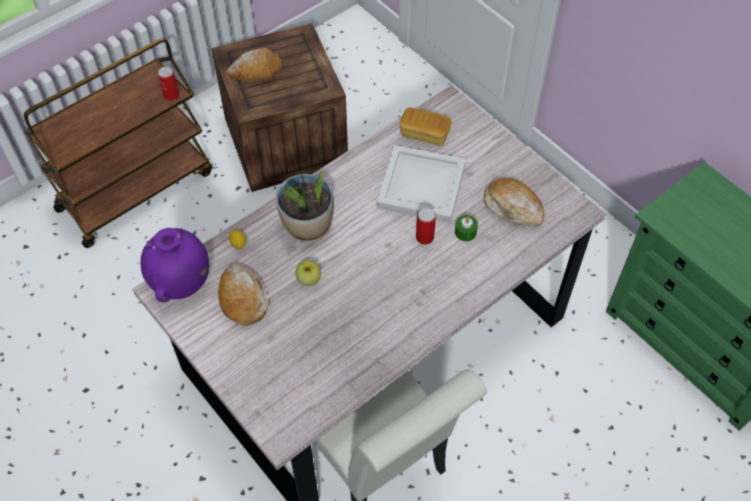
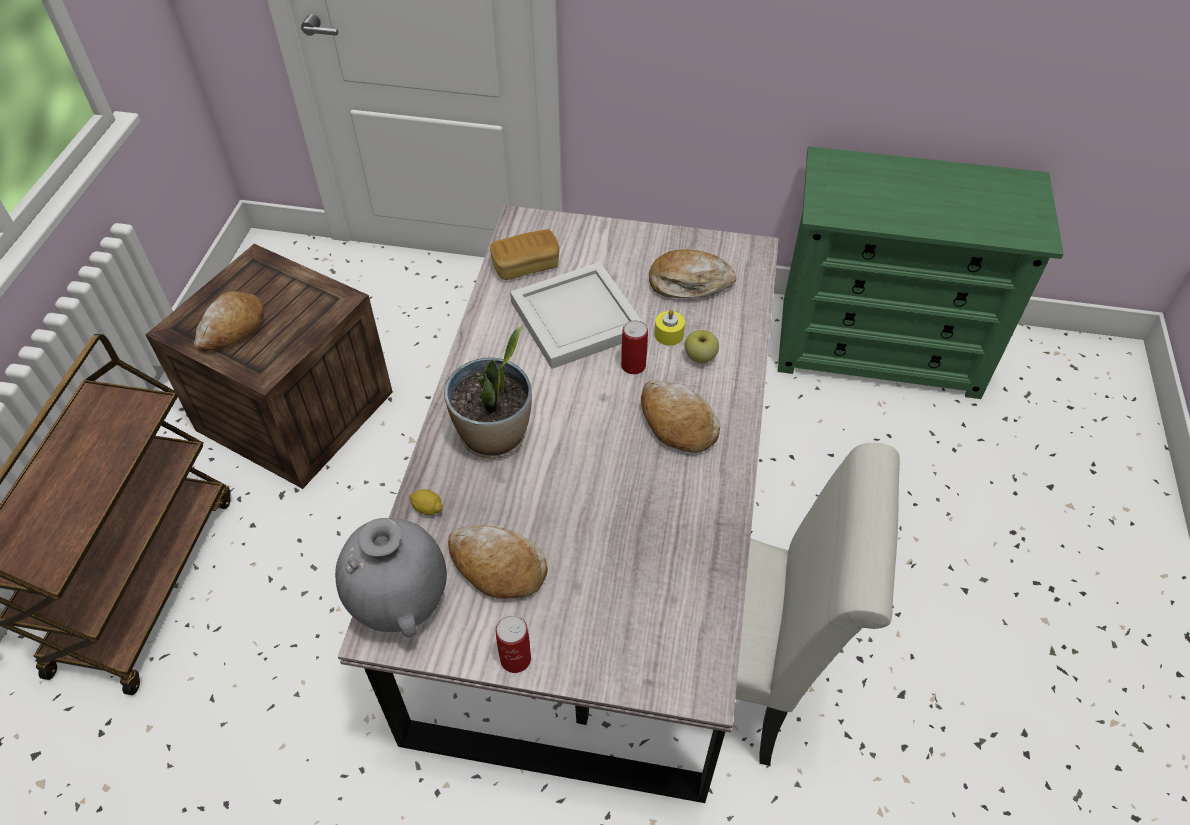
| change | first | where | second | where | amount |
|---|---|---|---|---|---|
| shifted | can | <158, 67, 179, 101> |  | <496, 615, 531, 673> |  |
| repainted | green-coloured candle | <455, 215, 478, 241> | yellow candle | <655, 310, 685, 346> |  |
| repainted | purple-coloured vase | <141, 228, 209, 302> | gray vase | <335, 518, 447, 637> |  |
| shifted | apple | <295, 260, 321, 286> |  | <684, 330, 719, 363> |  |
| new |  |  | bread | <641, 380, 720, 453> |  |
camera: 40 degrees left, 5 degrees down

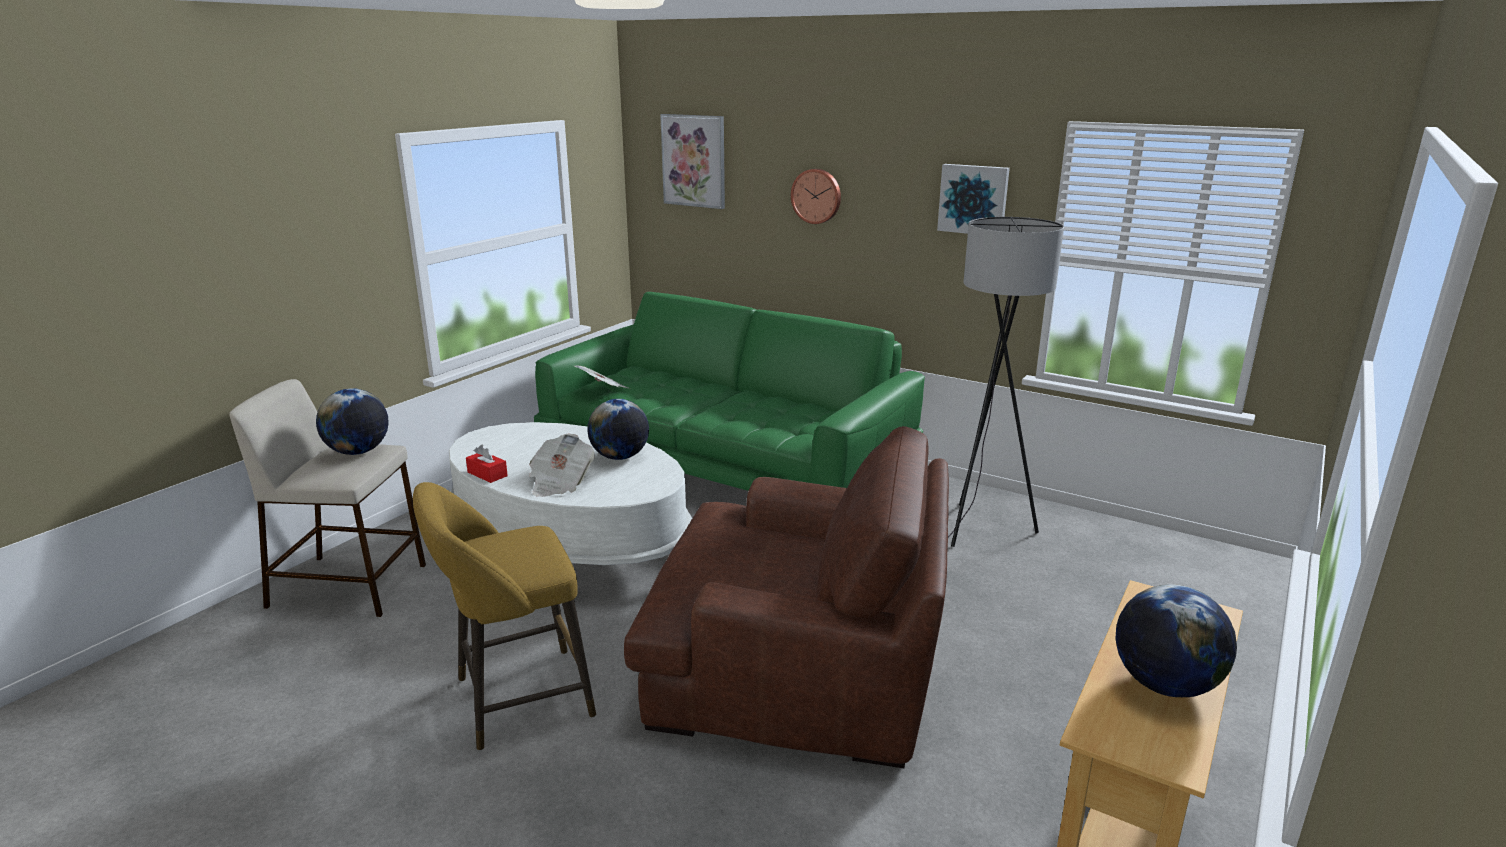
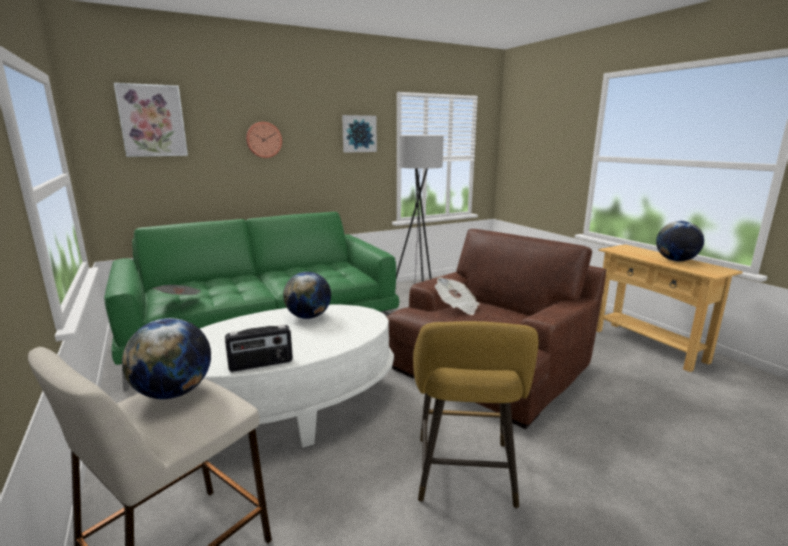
| change | first | where | second | where | amount |
|---|---|---|---|---|---|
| shifted | printed paper | <529, 434, 595, 497> |  | <435, 277, 480, 315> |  |
| swapped | reddish tissue box | <466, 444, 508, 483> | radio receiver | <225, 325, 293, 372> |  |
camera: 60 degrees left, 5 degrees down

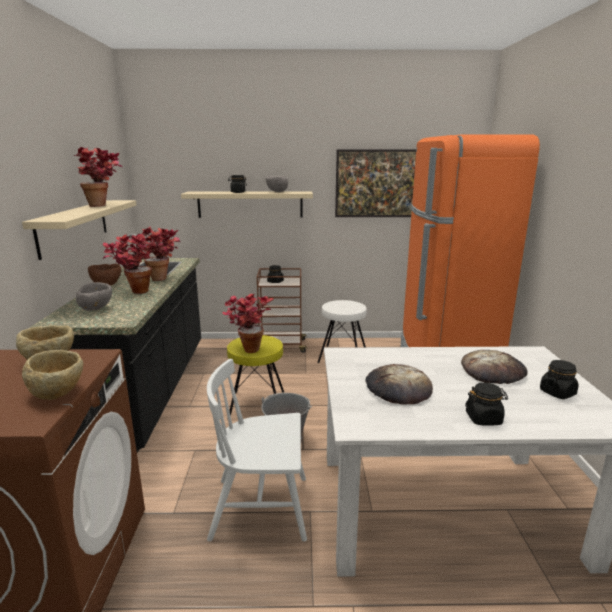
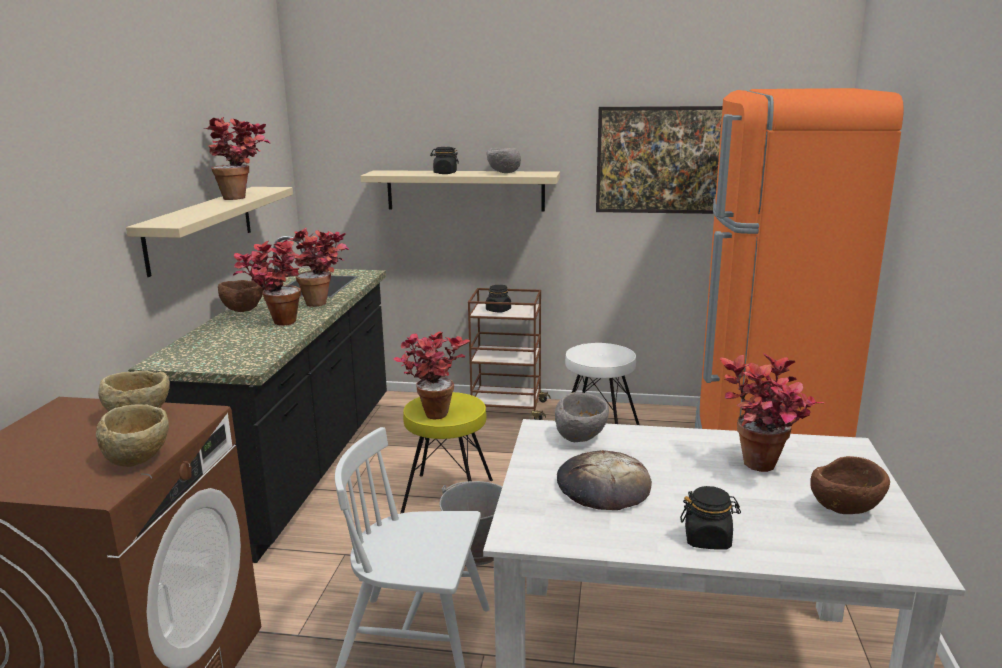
| change | first | where | second | where | amount |
|---|---|---|---|---|---|
| shifted | gray serving bowl | <76, 282, 112, 311> |  | <555, 392, 609, 442> |  |
| swapped | bread | <461, 350, 528, 384> | houseplant | <720, 353, 824, 472> |  |
| swapped | black-coloured storage jar | <540, 360, 579, 399> | brownish serving bowl | <810, 456, 890, 514> |  |
camera: 10 degrees right, 0 degrees up

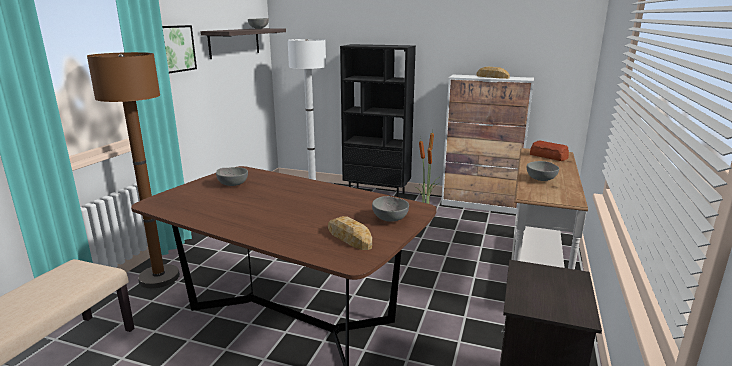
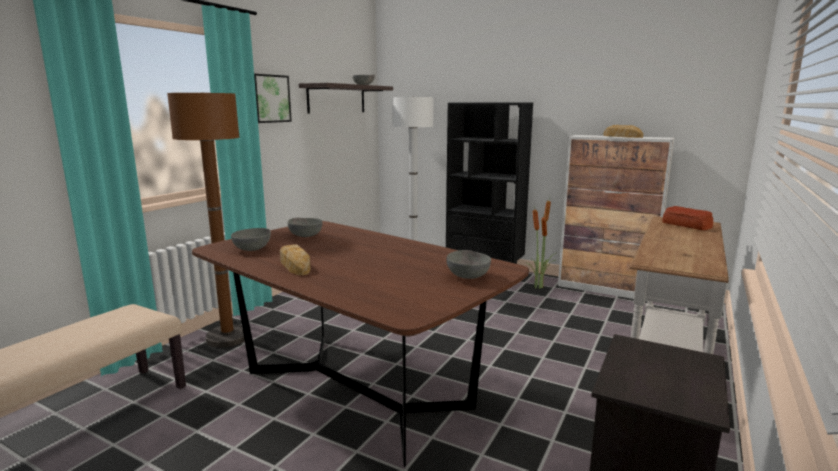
| change | first | where | second | where | amount |
|---|---|---|---|---|---|
| shifted | gray serving bowl | <527, 161, 559, 181> |  | <231, 228, 271, 251> |  |
| shifted | bread | <328, 216, 372, 250> |  | <280, 244, 311, 275> |  |
camera: 10 degrees right, 5 degrees down

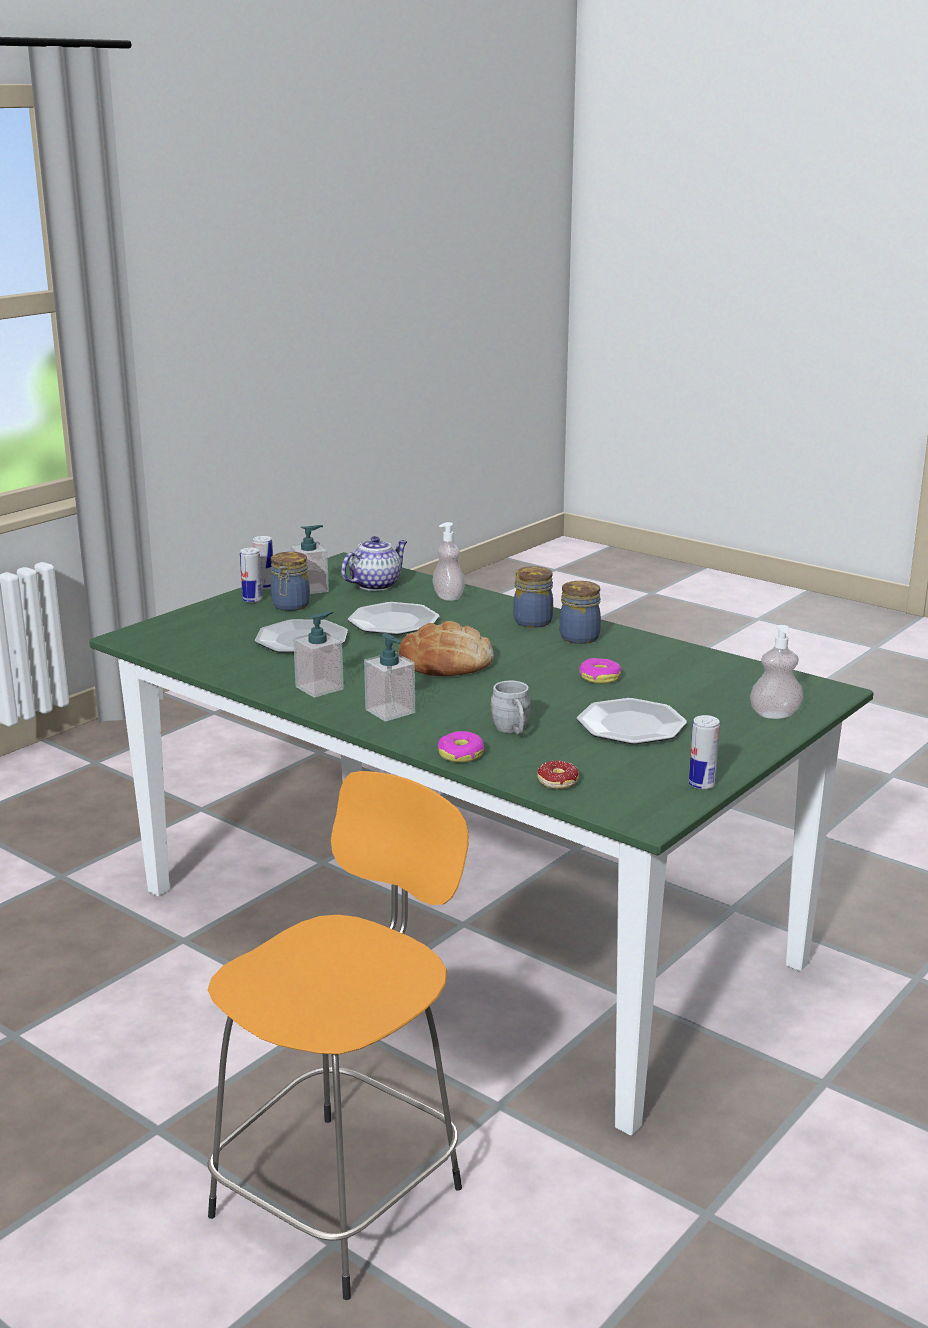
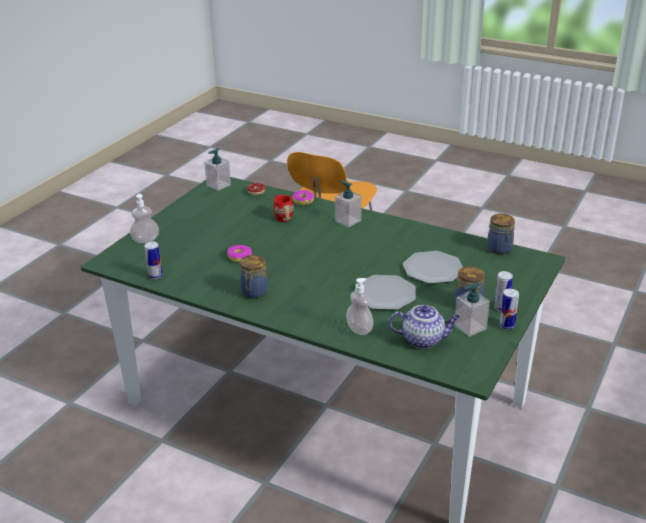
| change | first | where | second | where | amount |
|---|---|---|---|---|---|
| rotated | teapot | <341, 536, 407, 591> |  | <389, 305, 460, 348> | 120 degrees counterclockwise |
| shifted | storage jar | <513, 566, 553, 628> |  | <487, 214, 515, 254> |  |
| shifted | soap bottle | <293, 611, 344, 698> |  | <204, 148, 231, 191> |  |
| gone | bread | <399, 621, 494, 676> |  |  |  |
| repainted | gray coffee mug | <491, 681, 531, 734> | reddish coffee mug | <274, 194, 294, 222> |  |
| gone | flat dish | <577, 698, 687, 744> |  |  |  |
| shifted | can | <689, 715, 720, 789> |  | <145, 241, 163, 279> |  |
camera: 170 degrees right, 10 degrees up

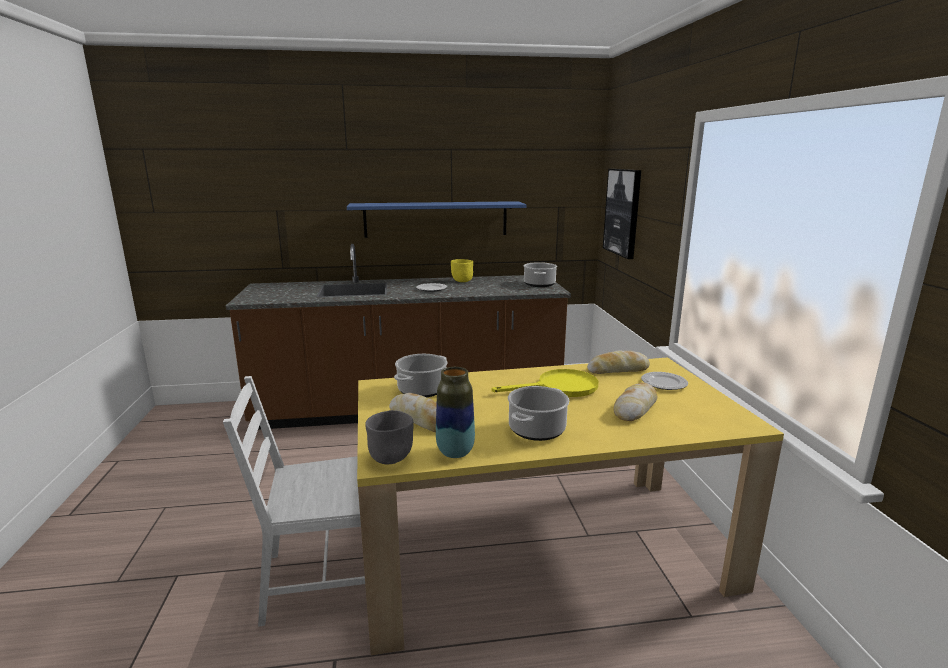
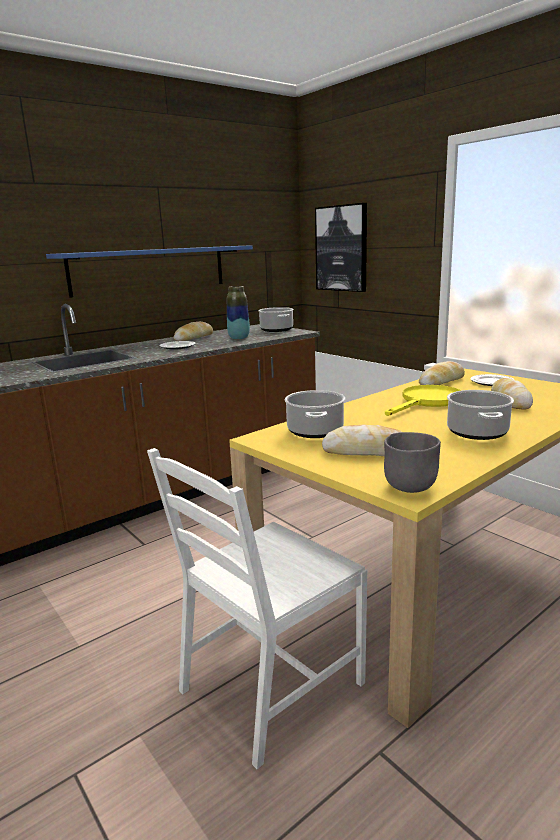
| change | first | where | second | where | amount |
|---|---|---|---|---|---|
| swapped | yellow serving bowl | <451, 259, 473, 282> | bread | <173, 322, 213, 341> |  |
| shifted | vase | <436, 367, 475, 458> |  | <227, 286, 250, 340> |  |
camera: 30 degrees left, 0 degrees up

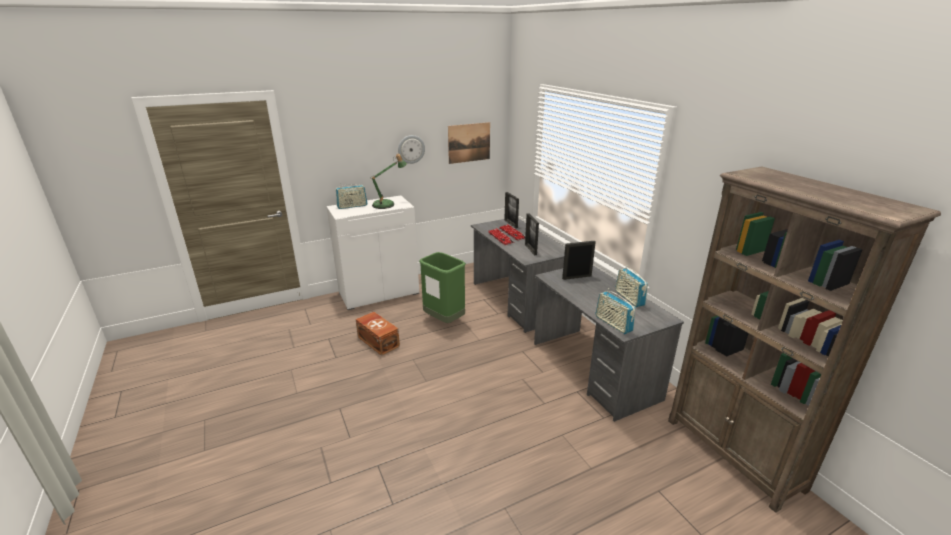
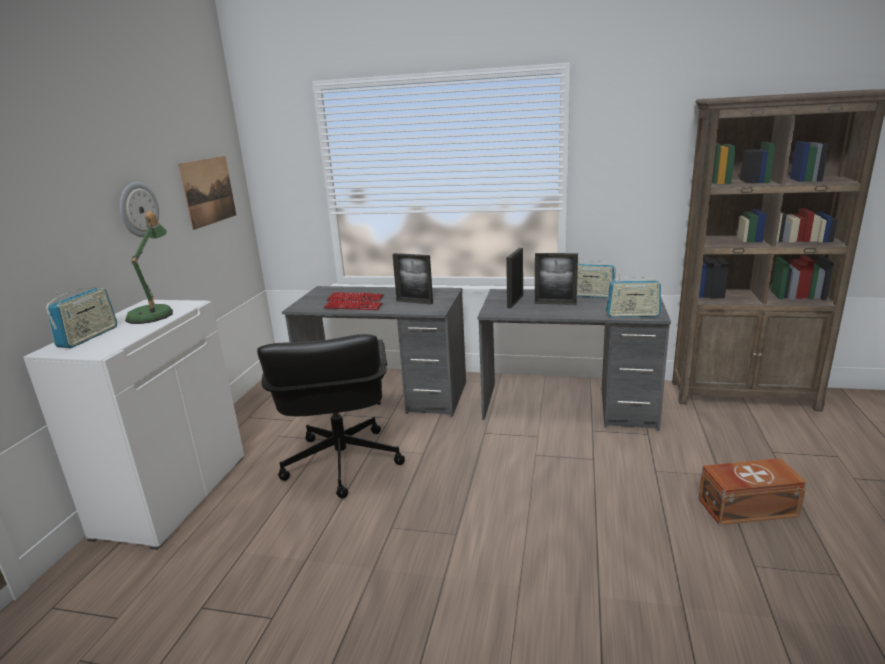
| change | first | where | second | where | amount |
|---|---|---|---|---|---|
| shifted | picture frame | <504, 192, 519, 228> |  | <535, 253, 578, 305> |  |
| swapped | green-coloured waste bin | <419, 252, 466, 323> | black-coloured desk chair | <257, 334, 405, 498> |  |
| shifted | brownish storage bin | <356, 312, 400, 356> |  | <698, 458, 807, 525> |  |
camera: 50 degrees left, 5 degrees down

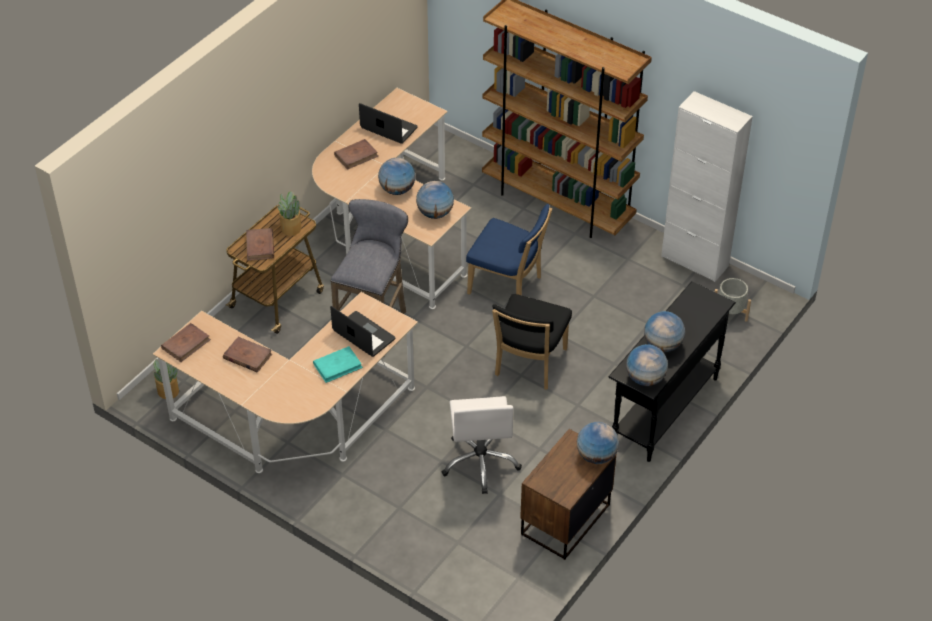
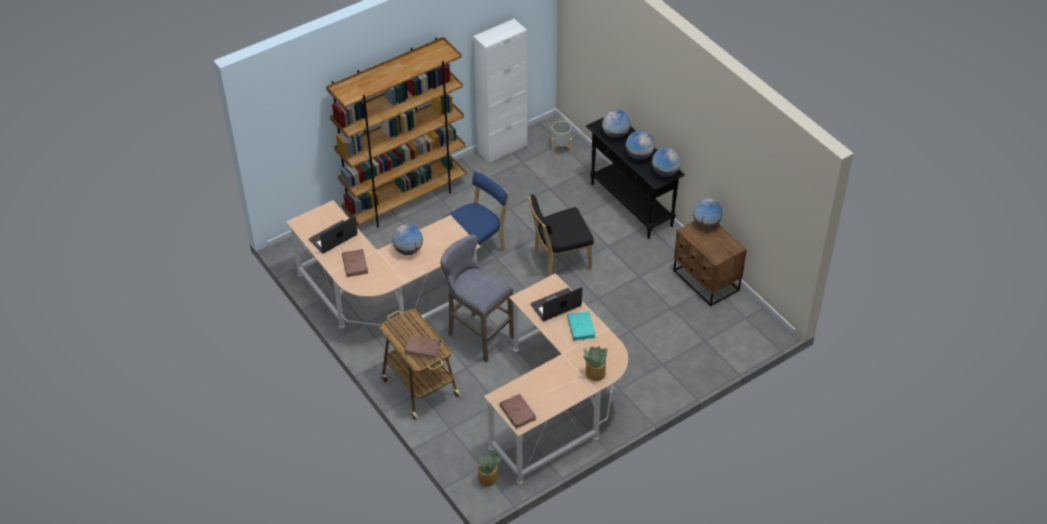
| change | first | where | second | where | amount |
|---|---|---|---|---|---|
| shifted | world globe | <416, 181, 454, 219> |  | <602, 110, 631, 138> |  |
| shifted | houseplant | <277, 191, 301, 236> |  | <583, 346, 608, 381> |  |
| rotated | black-coloured upright chair | <492, 294, 572, 390> |  | <528, 194, 594, 277> | 120 degrees clockwise |
| gone | brownish volume | <223, 337, 272, 373> |  |  |  |
| gone | white-coloured desk chair | <442, 396, 522, 494> |  |  |  |
camera: 70 degrees left, 0 degrees up

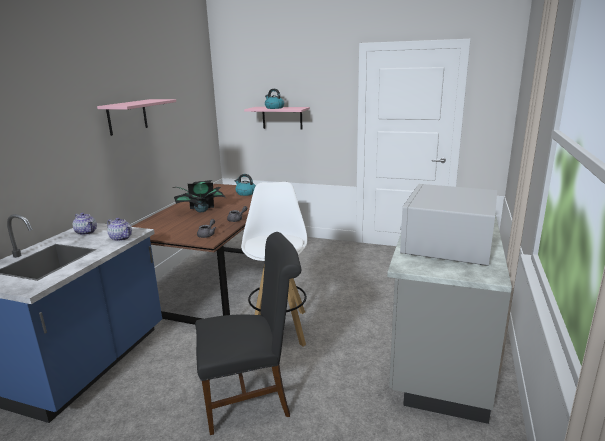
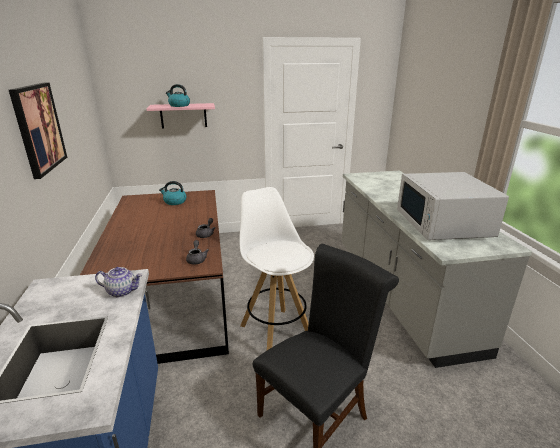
| change | first | where | second | where | amount |
|---|---|---|---|---|---|
| swapped | pink-coloured bracket shelf | <97, 99, 176, 136> | picture | <9, 83, 67, 179> |  |
| gone | houseplant | <172, 180, 226, 212> |  |  |  |
| gone | teapot | <73, 213, 97, 235> |  |  |  |
camera: 30 degrees left, 5 degrees up

